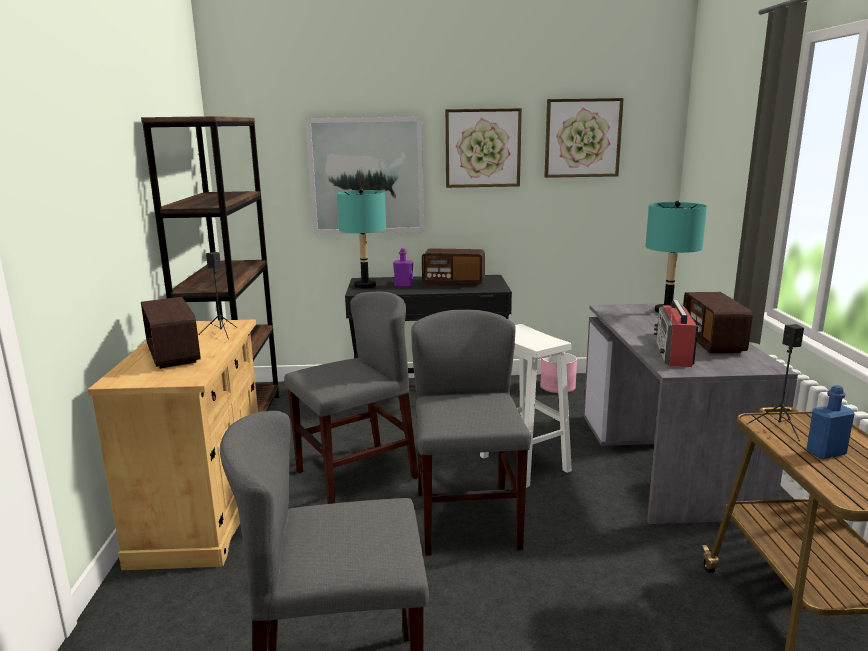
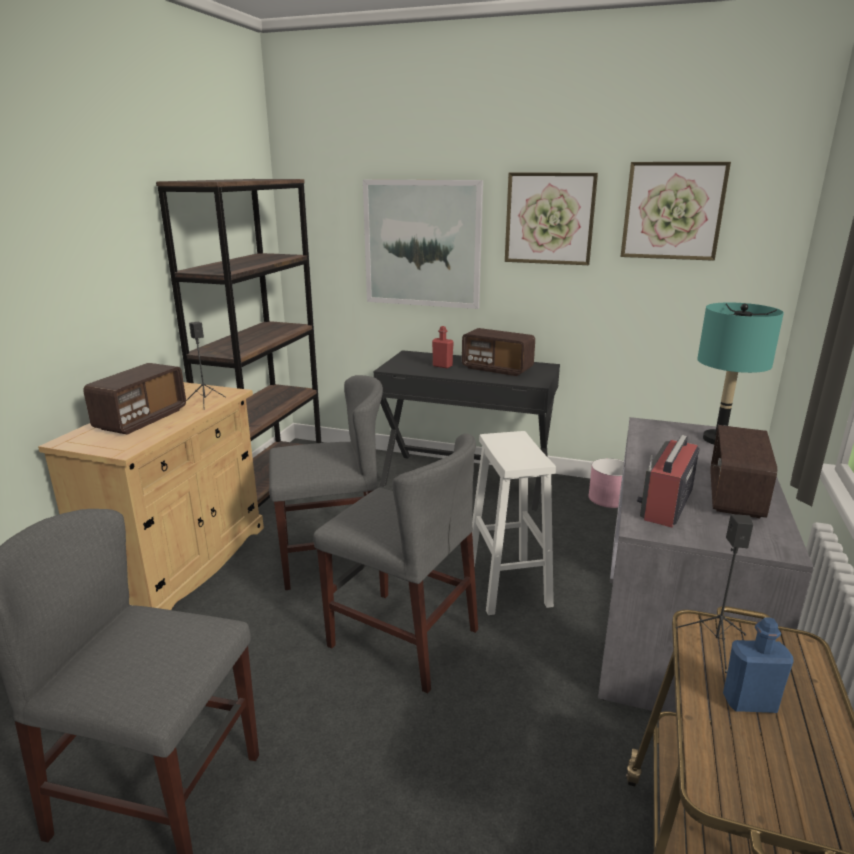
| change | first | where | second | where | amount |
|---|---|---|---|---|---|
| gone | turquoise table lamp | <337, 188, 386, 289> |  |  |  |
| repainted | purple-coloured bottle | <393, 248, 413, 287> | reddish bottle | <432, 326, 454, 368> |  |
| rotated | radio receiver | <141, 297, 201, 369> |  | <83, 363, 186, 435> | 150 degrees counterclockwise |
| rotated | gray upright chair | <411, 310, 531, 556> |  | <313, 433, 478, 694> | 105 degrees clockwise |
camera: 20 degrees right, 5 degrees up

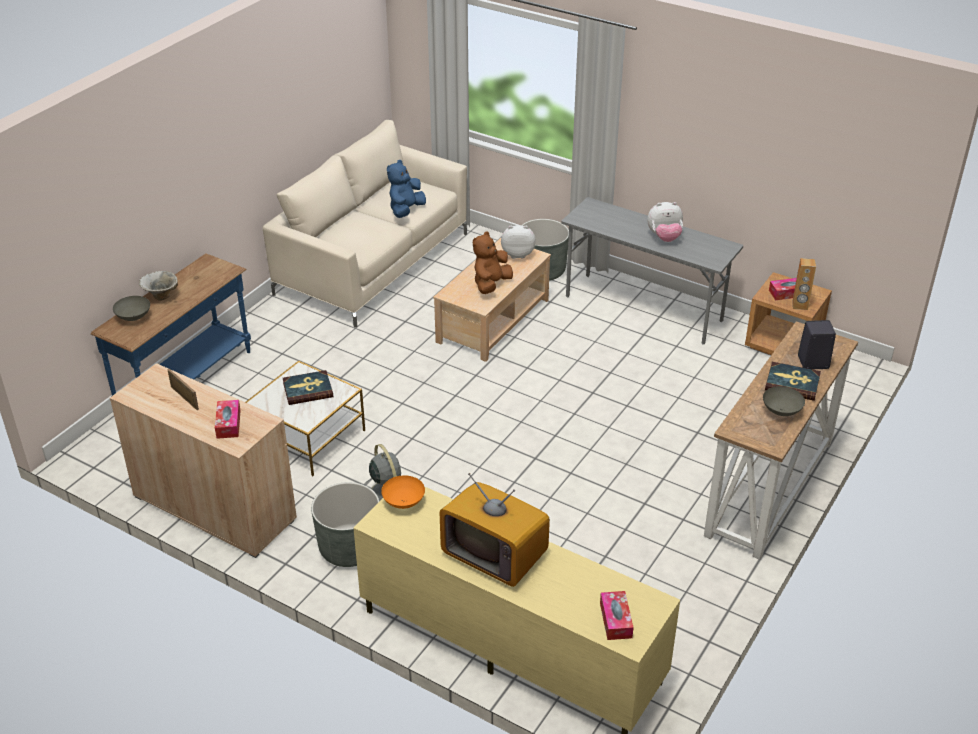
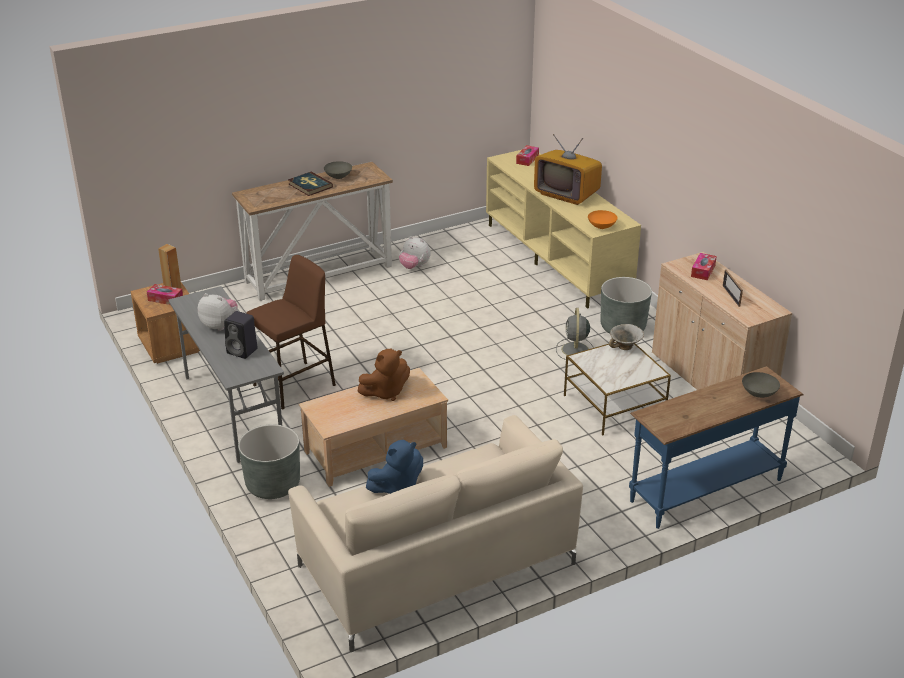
| change | first | where | second | where | amount |
|---|---|---|---|---|---|
| shifted | soft toy | <501, 225, 536, 259> |  | <399, 236, 430, 269> |  |
| shifted | serving bowl | <139, 271, 178, 301> |  | <609, 324, 644, 350> |  |
| shifted | black-coloured audio speaker | <798, 320, 836, 369> |  | <224, 311, 258, 359> |  |
| gone | volume | <283, 370, 333, 405> |  |  |  |
| rotated | TV | <439, 473, 550, 587> |  | <534, 134, 602, 205> | 150 degrees clockwise |
| new |  |  | brownish stool | <246, 255, 336, 410> |  |
camera: 150 degrees left, 5 degrees down

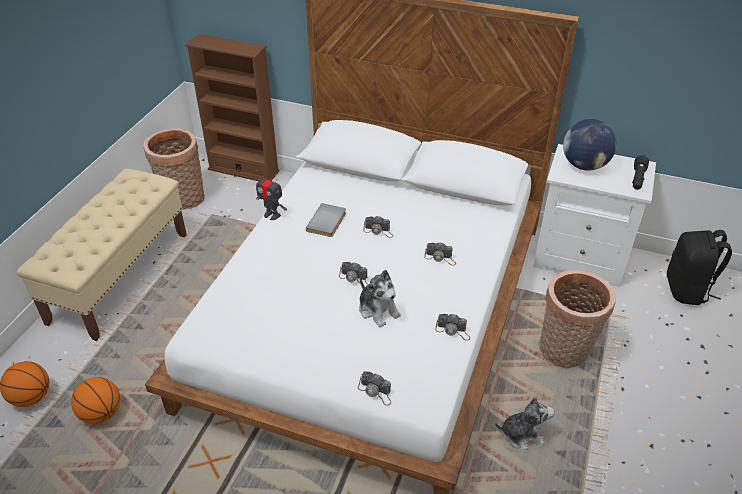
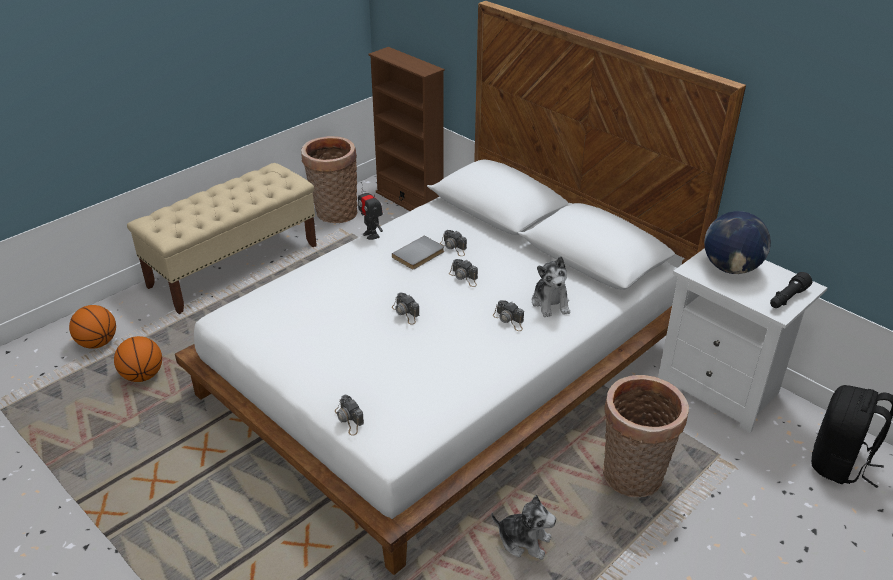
| change | first | where | second | where | amount |
|---|---|---|---|---|---|
| shifted | soft toy | <359, 270, 401, 328> |  | <532, 256, 570, 317> |  |
| shifted | photo camera | <435, 314, 470, 341> |  | <440, 230, 467, 256> |  |
camera: 25 degrees right, 5 degrees down

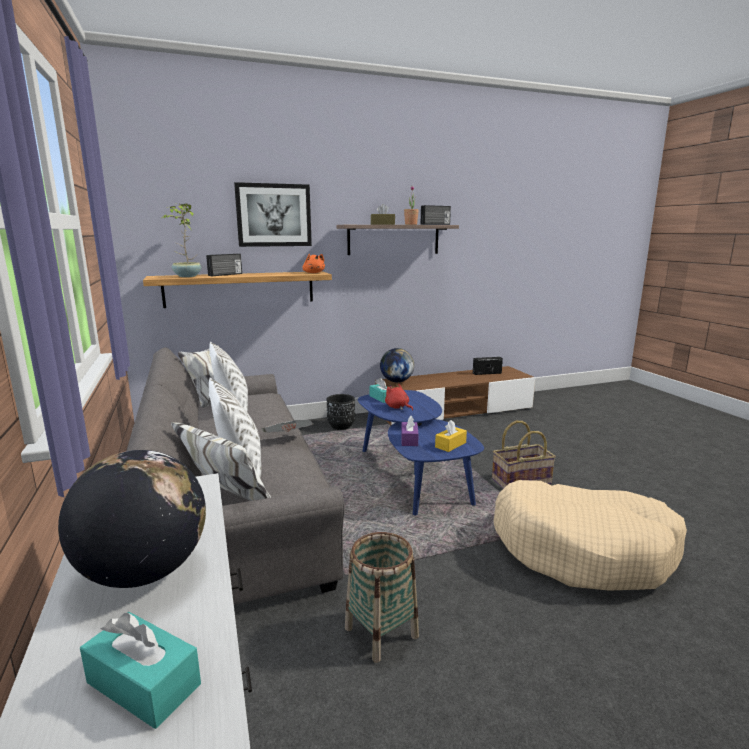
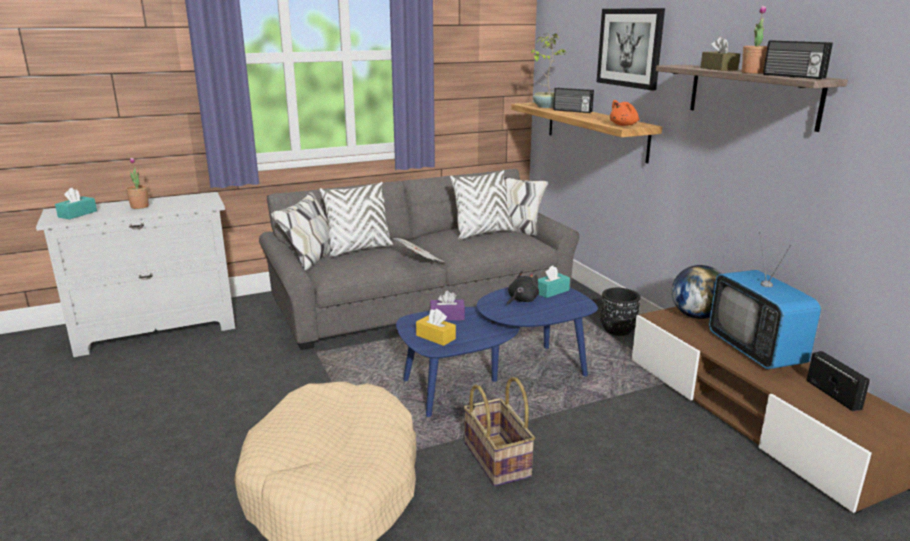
| change | first | where | second | where | amount |
|---|---|---|---|---|---|
| repainted | reddish soft toy | <385, 384, 413, 411> | black-coloured soft toy | <507, 271, 539, 306> |  |
| swapped | world globe | <58, 450, 206, 588> | houseplant | <126, 157, 149, 209> |  |
| gone | storage basket | <345, 532, 419, 663> |  |  |  |
| new |  |  | TV | <709, 232, 821, 369> |  |
camera: 85 degrees right, 5 degrees up

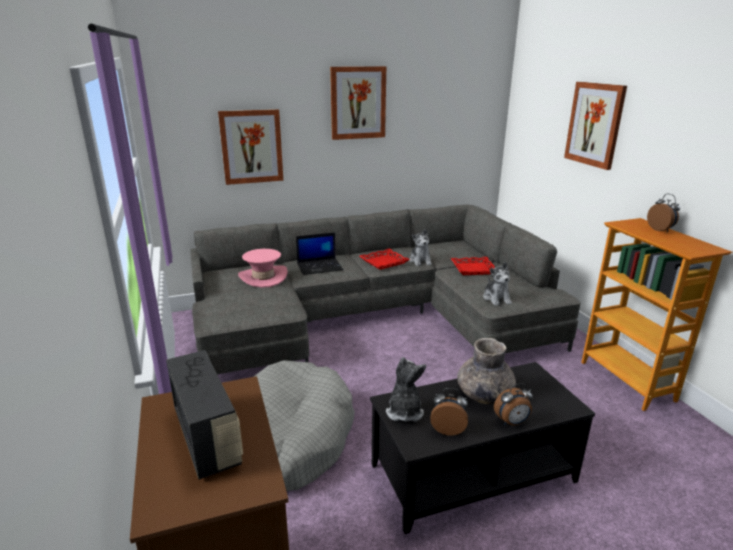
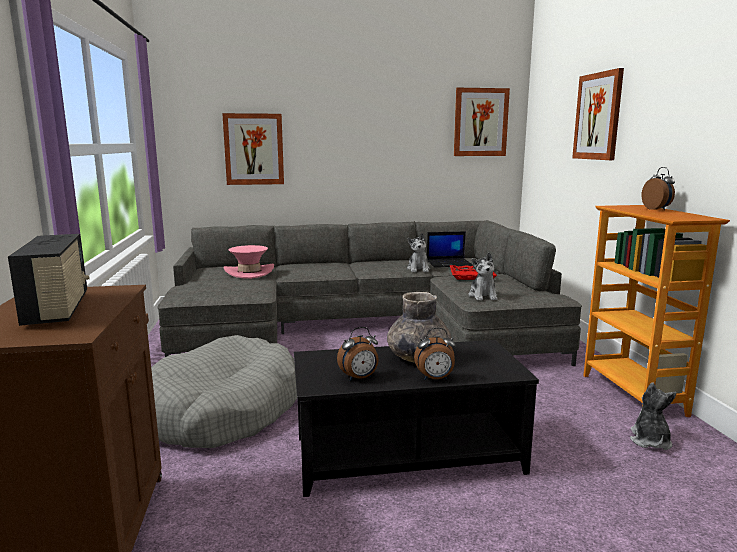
| change | first | where | second | where | amount |
|---|---|---|---|---|---|
| shifted | picture | <330, 66, 386, 140> |  | <454, 88, 510, 156> |  |
| shifted | notebook computer | <296, 233, 343, 275> |  | <427, 231, 473, 268> |  |
| gone | reddish serving tray | <360, 248, 410, 270> |  |  |  |
| shifted | soft toy | <386, 357, 426, 422> |  | <630, 382, 677, 450> |  |
| rotated | alarm clock | <430, 388, 468, 436> |  | <337, 327, 379, 381> | 135 degrees clockwise |
camera: 10 degrees right, 10 degrees down

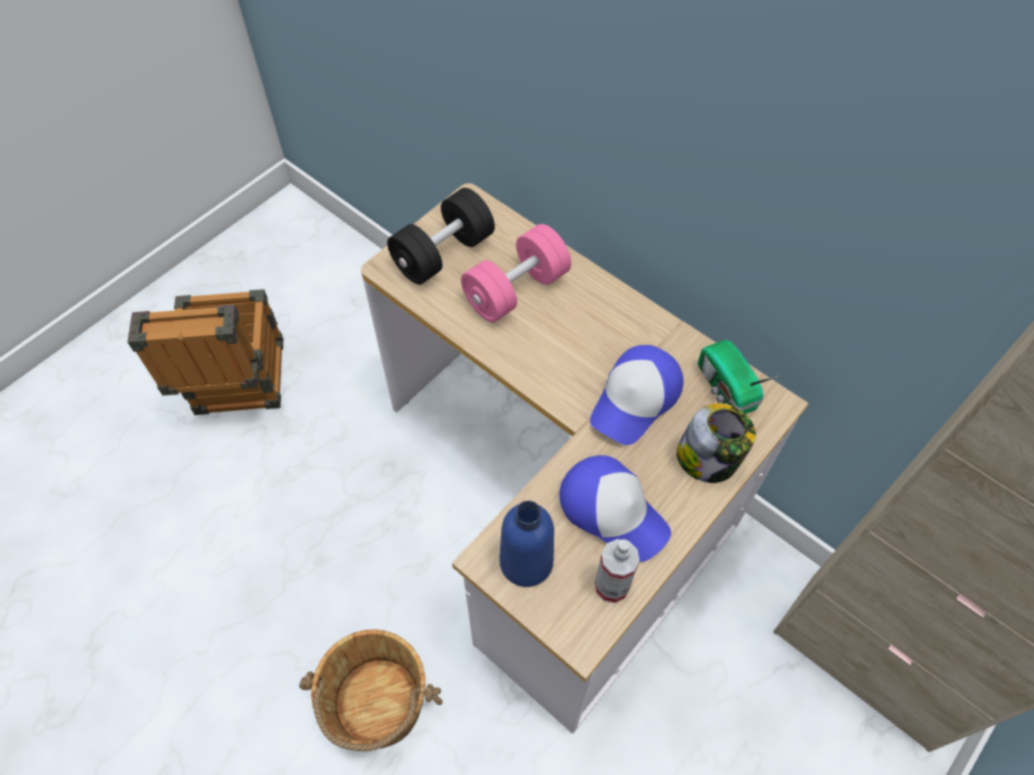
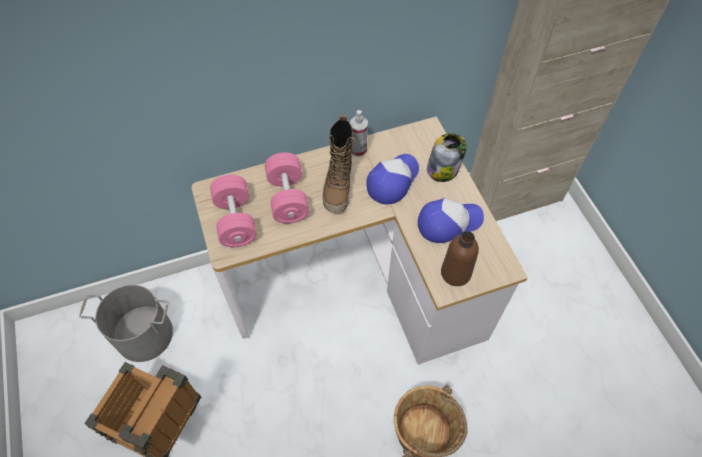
| change | first | where | second | where | amount |
|---|---|---|---|---|---|
| repainted | black-coloured hand weight | <387, 188, 495, 285> | pink-coloured hand weight | <210, 175, 257, 247> |  |
| gone | radio receiver | <698, 340, 779, 414> |  |  |  |
| rotated | baseball cap | <590, 345, 683, 445> |  | <366, 154, 419, 204> | 120 degrees counterclockwise |
| repainted | blue-coloured bottle | <500, 501, 554, 587> | brownish bottle | <441, 231, 479, 286> |  |
| shifted | hand sprayer | <595, 539, 640, 603> |  | <350, 110, 368, 157> |  |
| new |  |  | high-top boot | <322, 115, 355, 213> |  |
| new |  |  | gray bucket | <79, 285, 173, 362> |  |
camera: 60 degrees left, 0 degrees up

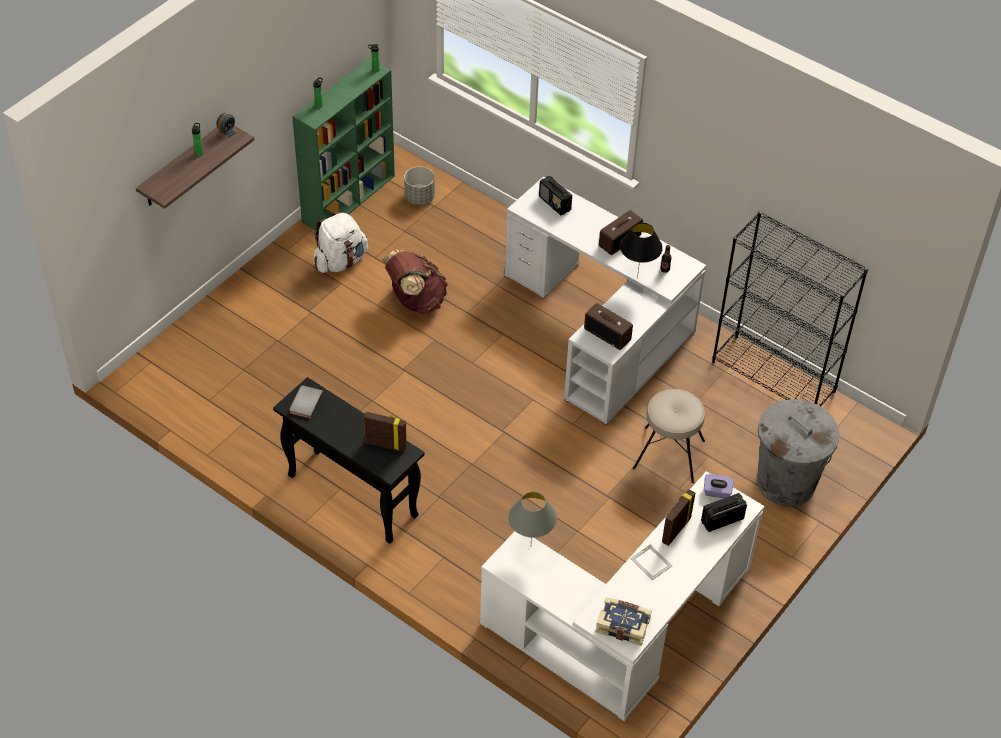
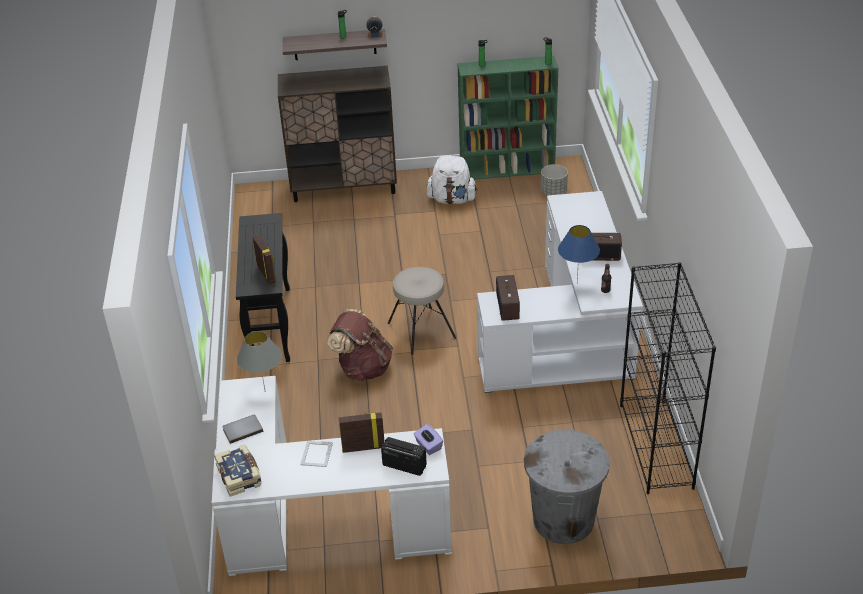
| change | first | where | second | where | amount |
|---|---|---|---|---|---|
| gone | radio receiver | <539, 176, 572, 215> |  |  |  |
| repainted | black-coloured table lamp | <620, 223, 663, 278> | blue-coloured table lamp | <558, 225, 600, 282> |  |
| shifted | brownish backpack | <382, 250, 448, 314> |  | <328, 309, 393, 381> |  |
| shifted | gray volume | <289, 385, 323, 419> |  | <222, 415, 263, 444> |  |
| shifted | beige stool | <633, 389, 705, 483> |  | <387, 267, 456, 355> |  |
| new |  |  | brownish cupboard | <278, 66, 397, 202> |  |
camera: 50 degrees right, 10 degrees down

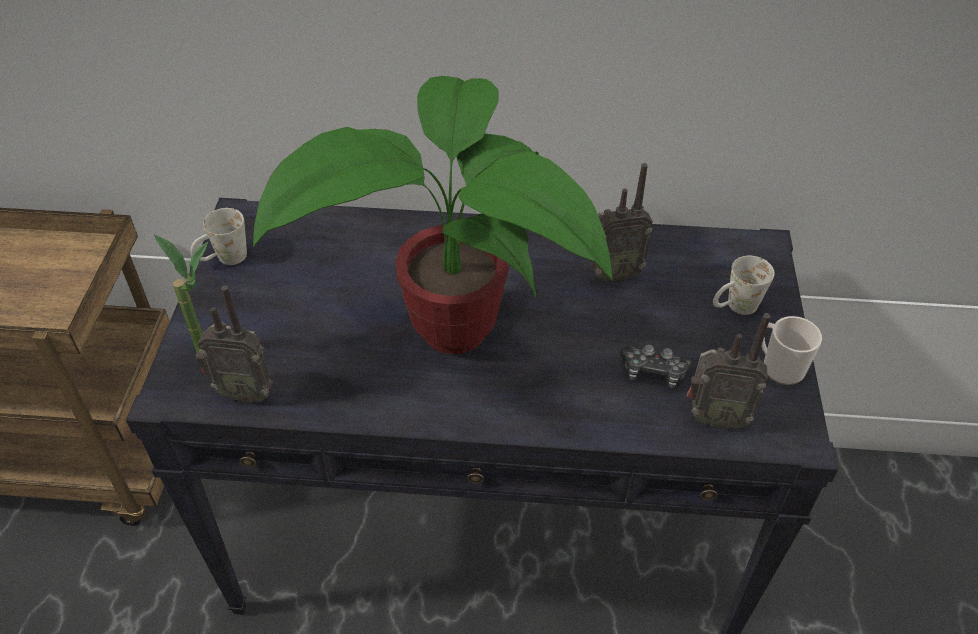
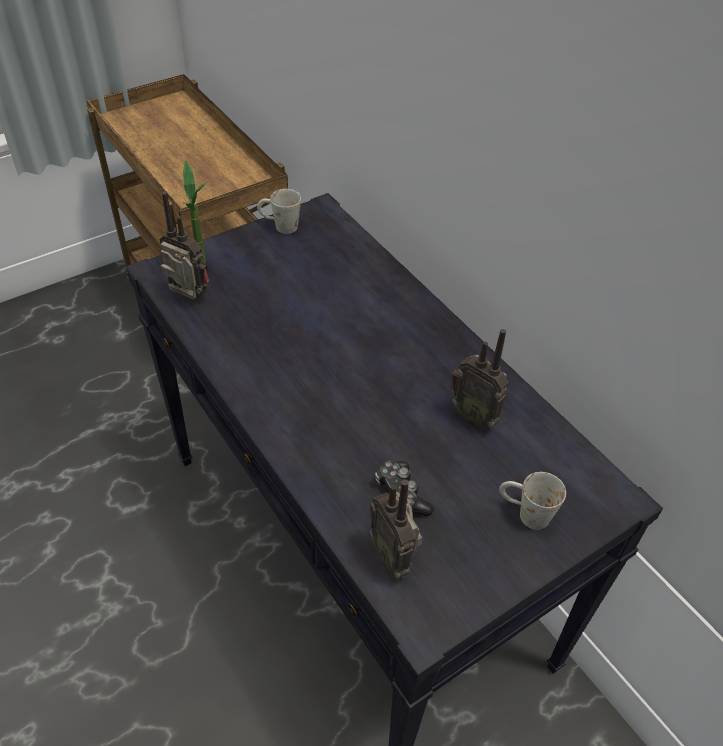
| change | first | where | second | where | amount |
|---|---|---|---|---|---|
| gone | houseplant | <253, 76, 612, 354> |  |  |  |
| rotated | radio receiver | <196, 285, 273, 404> |  | <159, 192, 209, 300> | 150 degrees clockwise |
| gone | coffee mug | <761, 316, 822, 385> |  |  |  |
camera: 50 degrees right, 0 degrees up

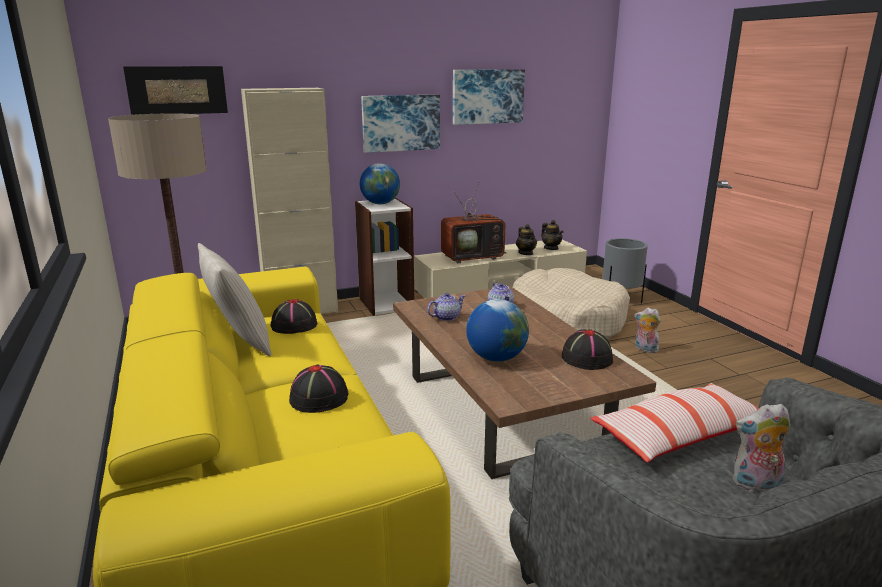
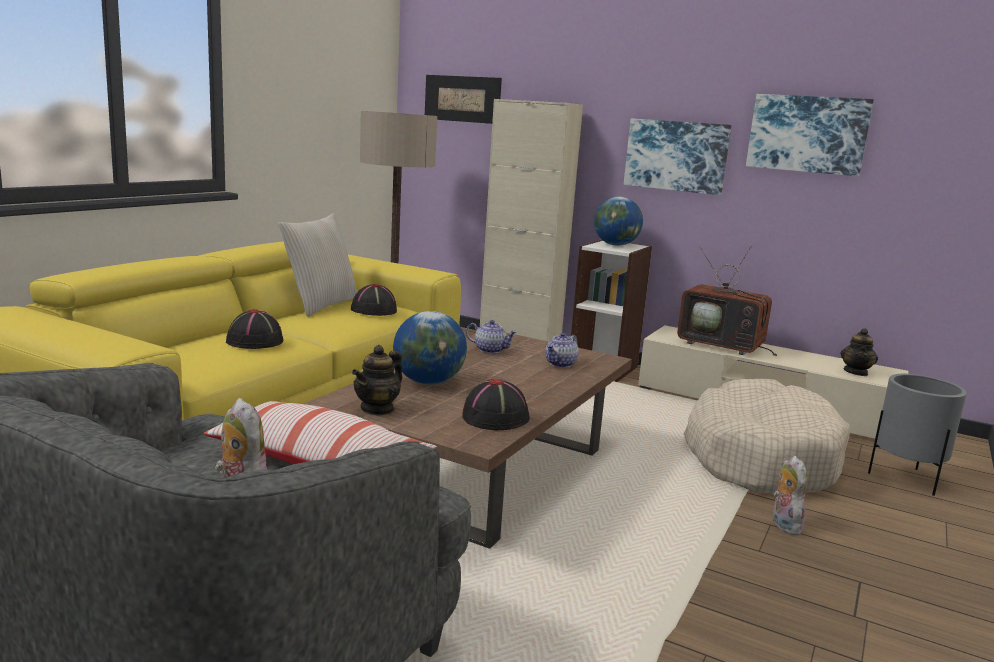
| change | first | where | second | where | amount |
|---|---|---|---|---|---|
| shifted | teapot | <516, 224, 537, 255> |  | <352, 345, 402, 416> |  |
camera: 50 degrees right, 5 degrees down

